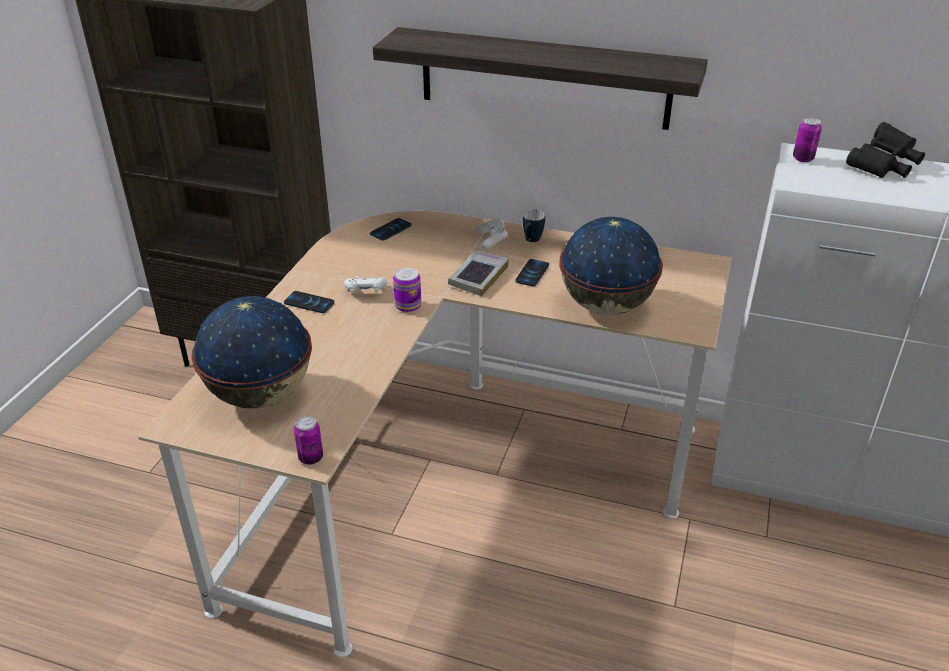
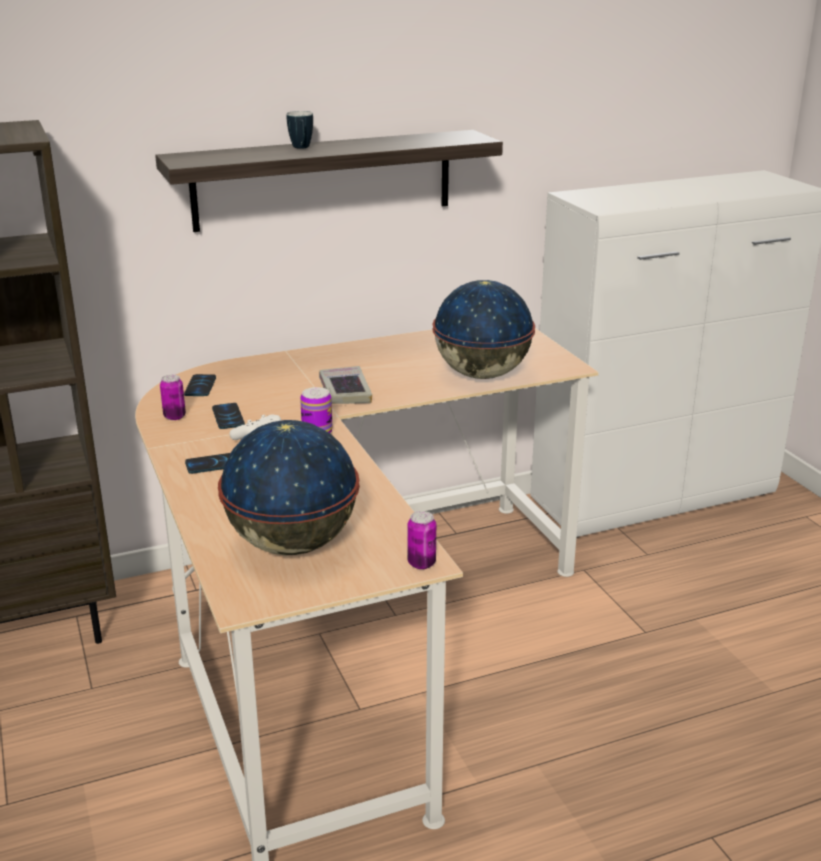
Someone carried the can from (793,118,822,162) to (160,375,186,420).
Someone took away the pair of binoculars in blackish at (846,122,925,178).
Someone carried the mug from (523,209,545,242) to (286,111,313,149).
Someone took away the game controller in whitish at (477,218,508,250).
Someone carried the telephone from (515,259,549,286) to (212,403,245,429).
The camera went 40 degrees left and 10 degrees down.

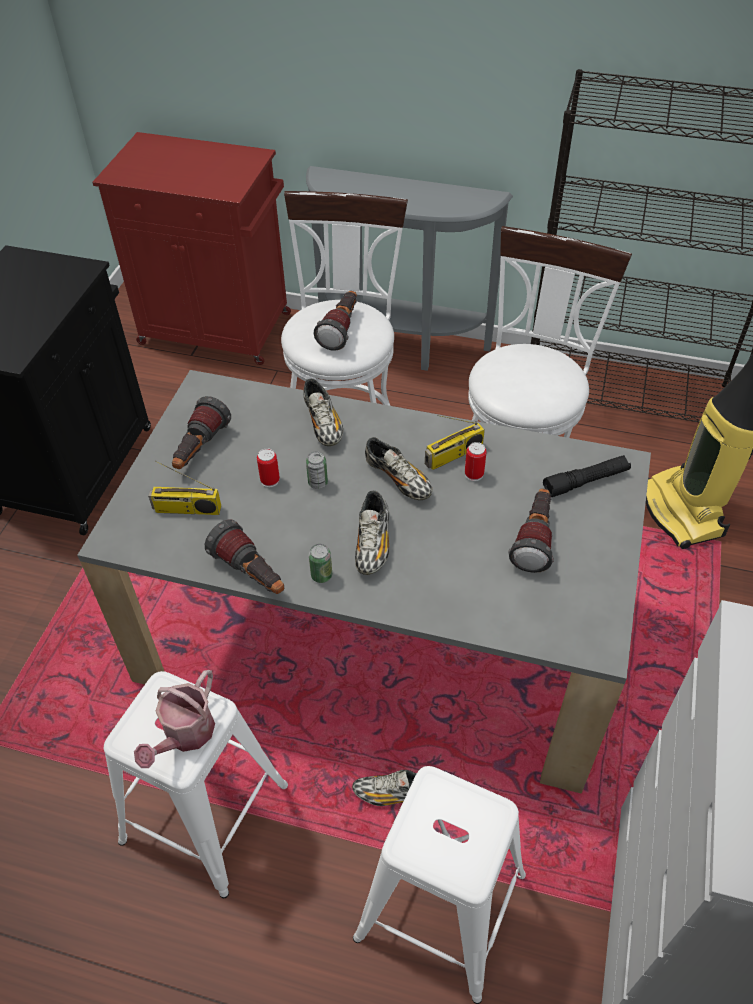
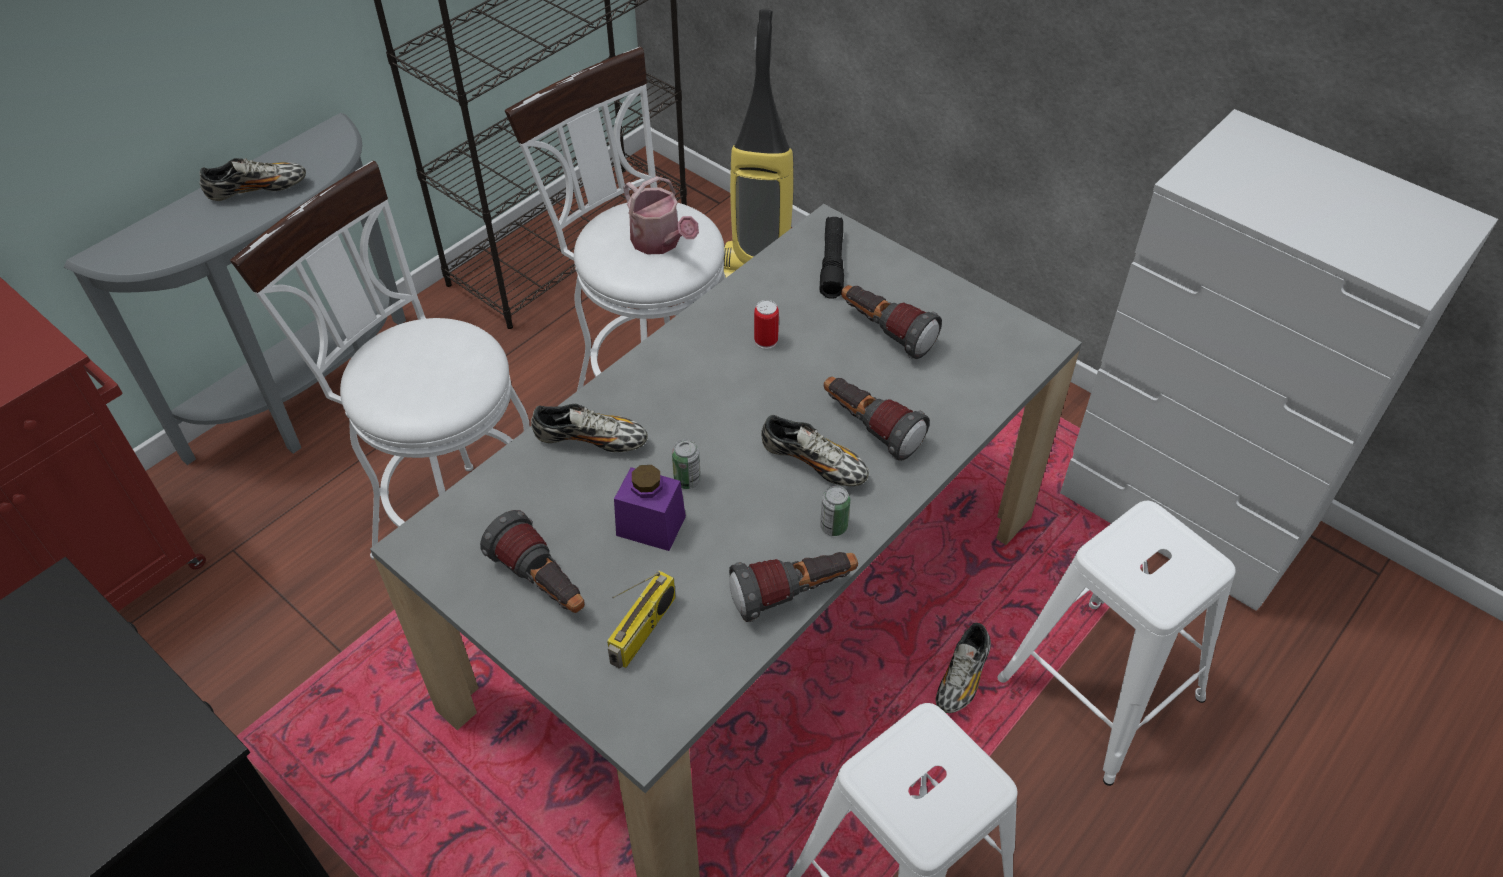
Someone carried the torch from (313,291,357,351) to (824,377,930,461).
Someone took away the radio set at (425,415,485,470).
Someone carried the shoe from (365,437,433,500) to (200,158,306,201).
Someone swapped the can at (257,448,280,487) for the jar in purple-coloured at (614,465,686,551).
Someone carried the watering can from (134,670,215,768) to (623,176,699,255).
The camera went 65 degrees left and 0 degrees up.

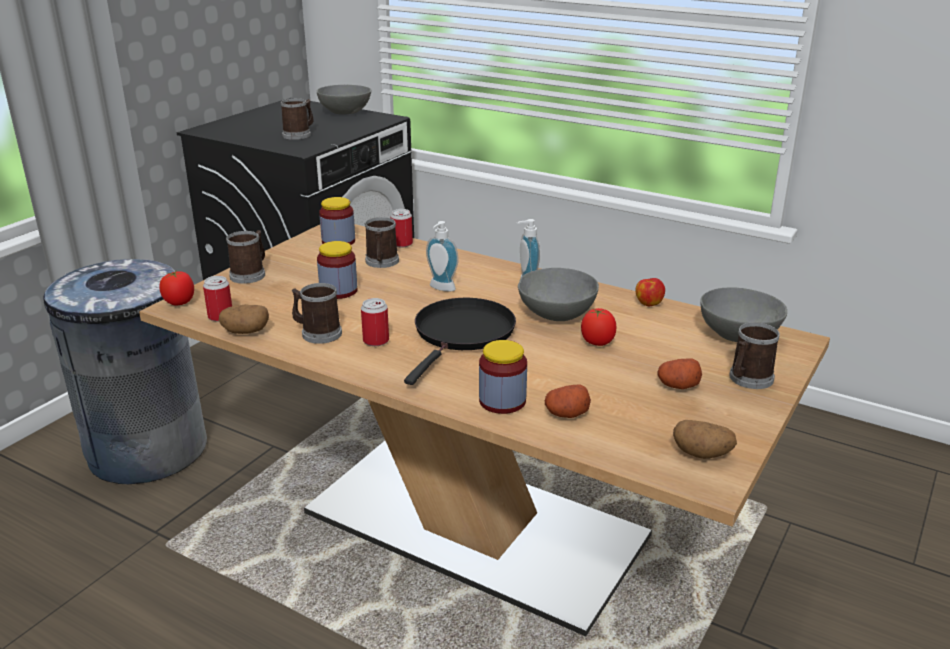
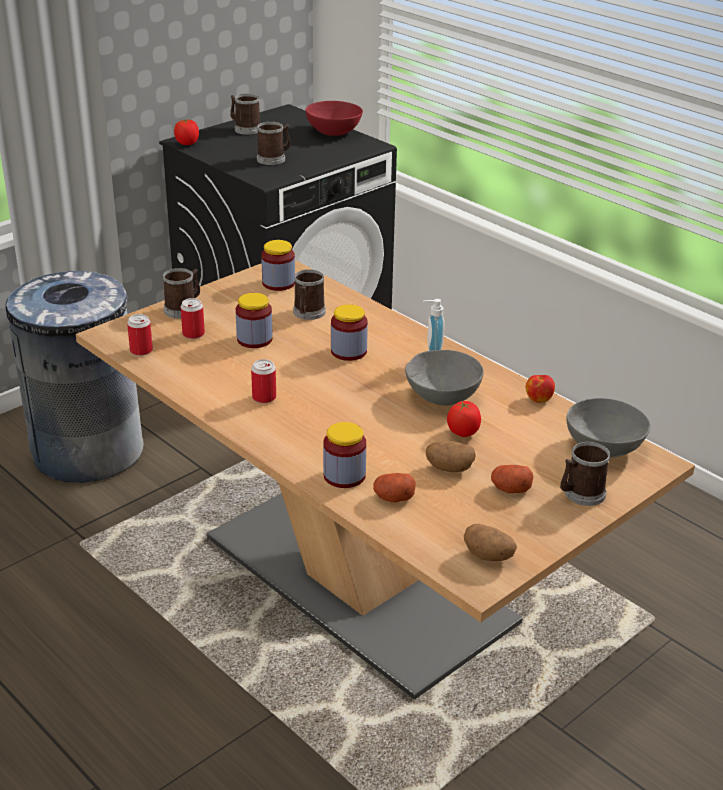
Someone repainted the bowl in gray at (317,85,371,115), which became the bowl in red-coloured at (305,101,363,136).
Someone carried the can from (391,209,413,248) to (181,298,205,339).
Someone swapped the soap bottle at (426,221,458,292) for the jar at (331,304,368,361).
Someone carried the whole tomato from (160,270,194,305) to (174,119,199,145).
Someone carried the mug from (292,283,342,344) to (230,94,260,135).
Someone took away the frying pan in blackish at (404,298,516,385).
Someone carried the spud from (219,304,269,334) to (426,441,476,472).
The camera went 15 degrees right and 5 degrees up.

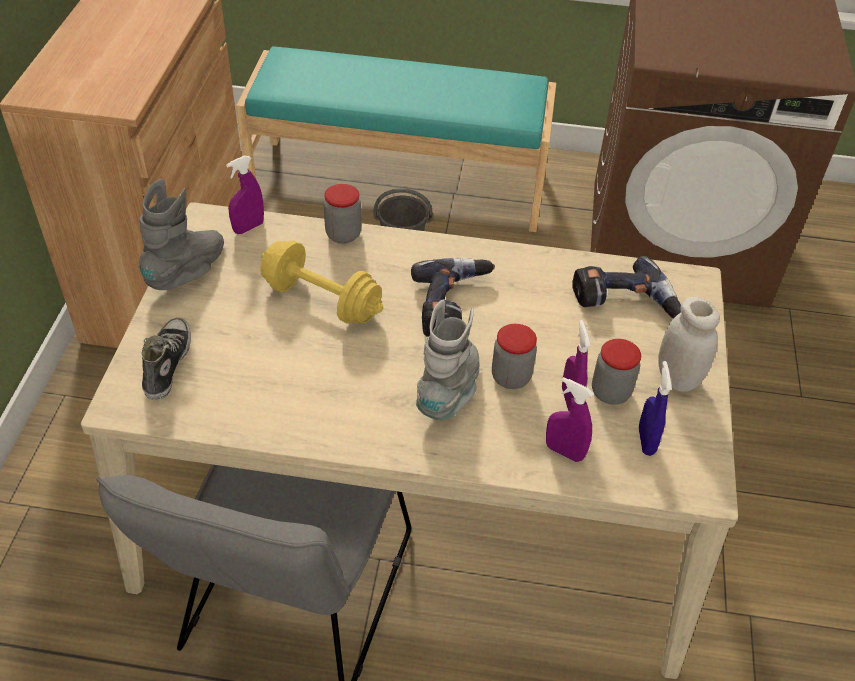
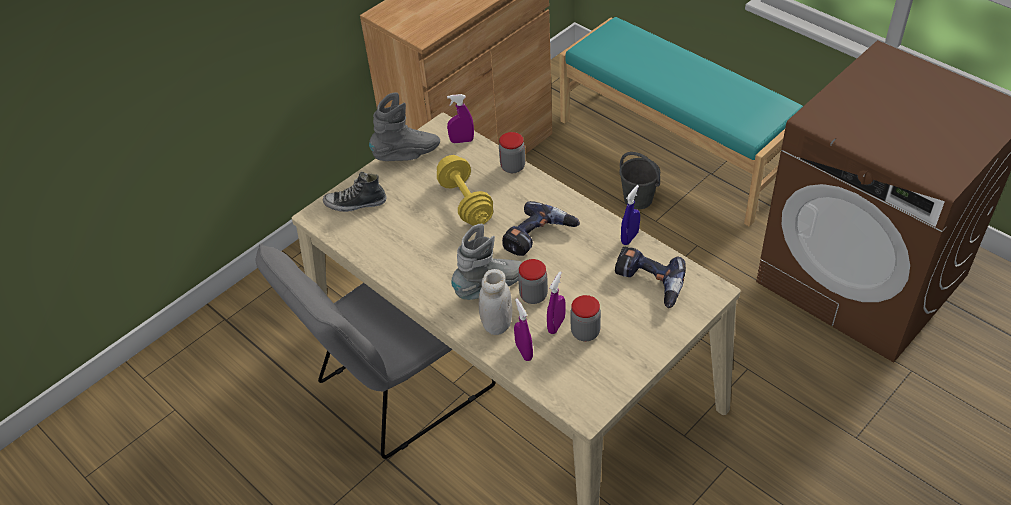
Someone carried the jar in whitish from (658,297,720,392) to (478,269,512,335).
Someone rotated the shoe at (142,318,191,400) by 135 degrees counterclockwise.
Someone carried the hand sprayer in blue-coloured from (639,361,672,456) to (621,185,640,245).
The camera went 40 degrees right and 0 degrees up.

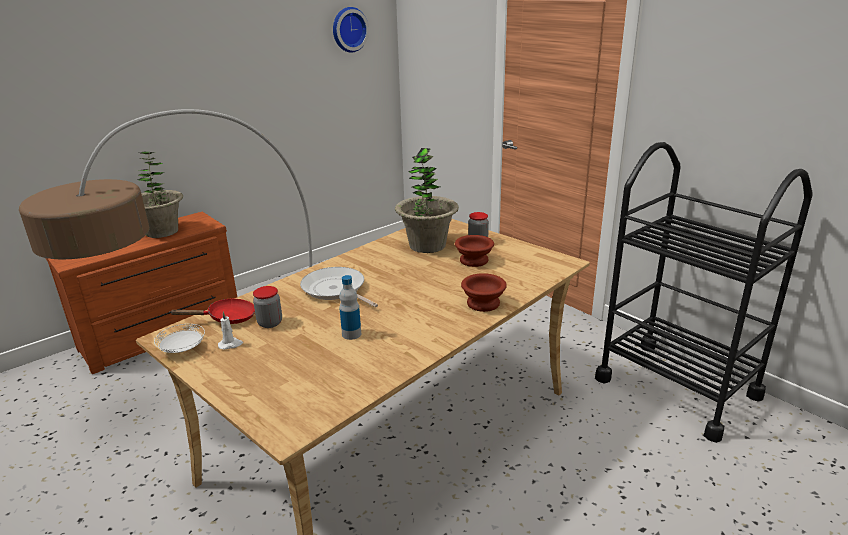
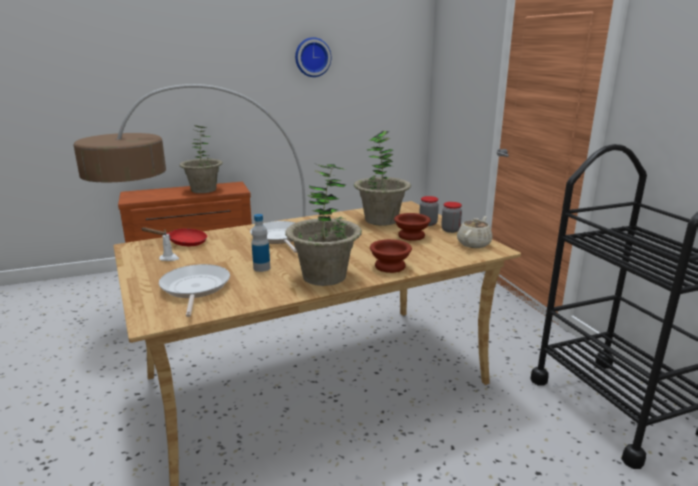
Someone carried the hanging clock from (333,7,369,53) to (295,37,331,77).
Someone carried the jar from (253,286,282,328) to (441,202,462,233).
Someone took away the flat dish in whitish at (154,324,205,353).
Someone put down the houseplant at (285,164,362,286).
Someone put down the pot for tea in beige at (457,216,493,248).
Someone put down the frying pan at (159,264,230,317).
The camera went 20 degrees right and 5 degrees down.

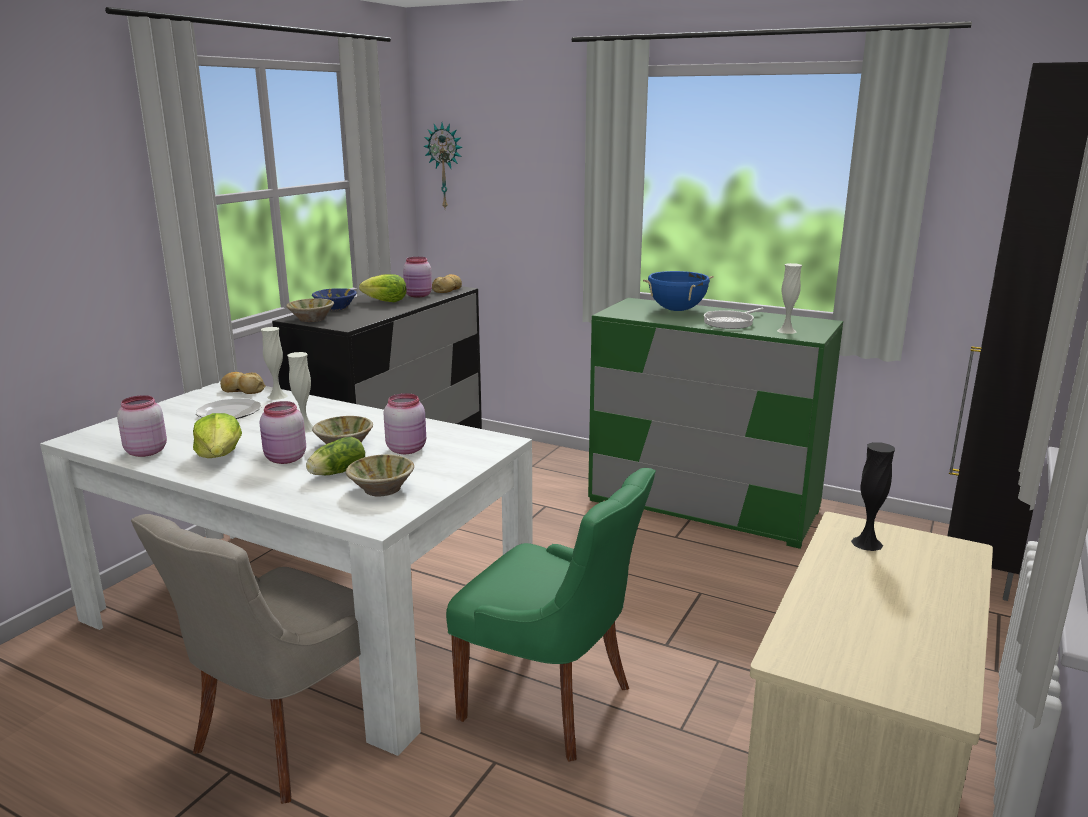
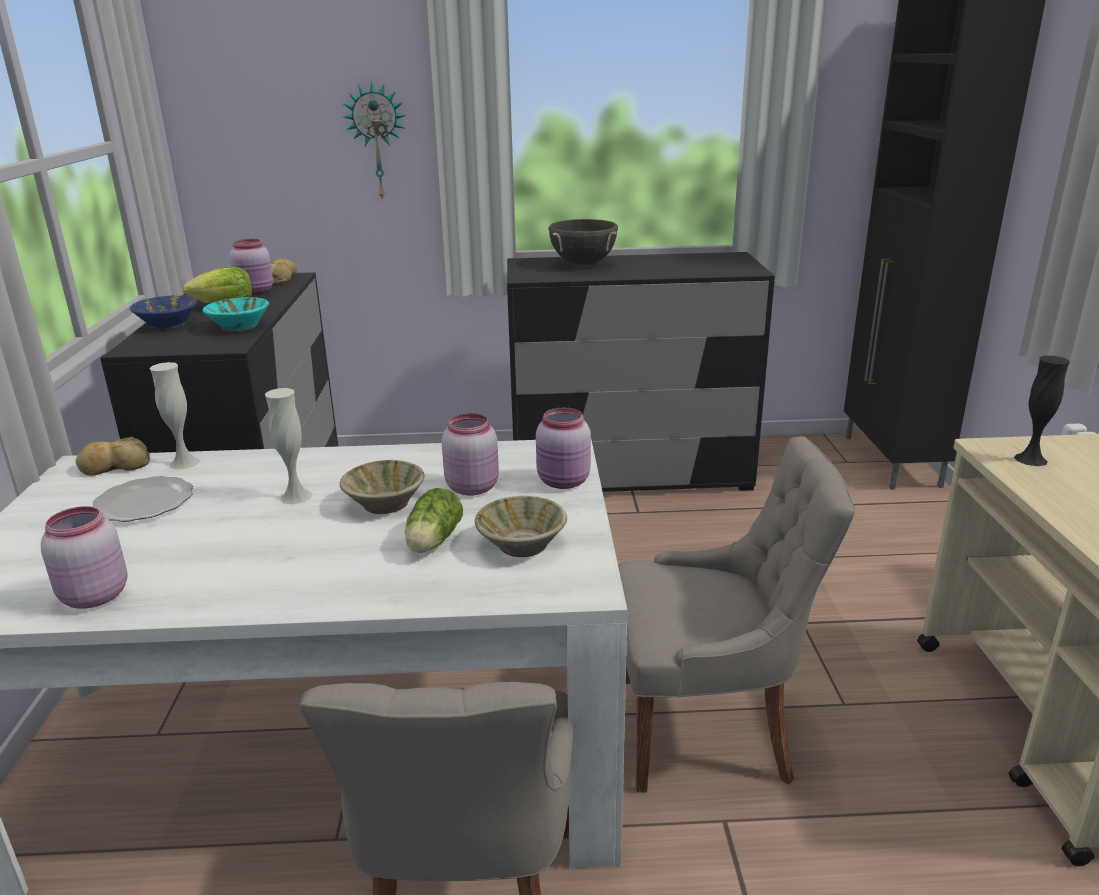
Someone carried the hanging clock from (423,123,463,208) to (344,82,406,201).
Someone took away the decorative vase in whitish at (777,263,802,334).
Someone repainted the stockpot in blue-coloured at (643,271,714,311), which became the stockpot in blackish at (548,219,618,265).
Someone took away the bowl in beige at (286,298,334,322).
Someone repainted the dresser in green at (588,298,843,549), which became the dresser in blackish at (507,252,775,492).
Someone took away the frying pan at (704,308,764,329).
Someone carried the jar in pink from (260,401,306,464) to (536,408,591,489).
Someone took away the lettuce at (193,413,242,458).
Someone repainted the plain chair in green at (446,468,656,761), which became the plain chair in gray at (618,436,855,793).
Someone put down the bowl in turquoise-coloured at (203,297,269,332).
The camera went 30 degrees left and 5 degrees up.

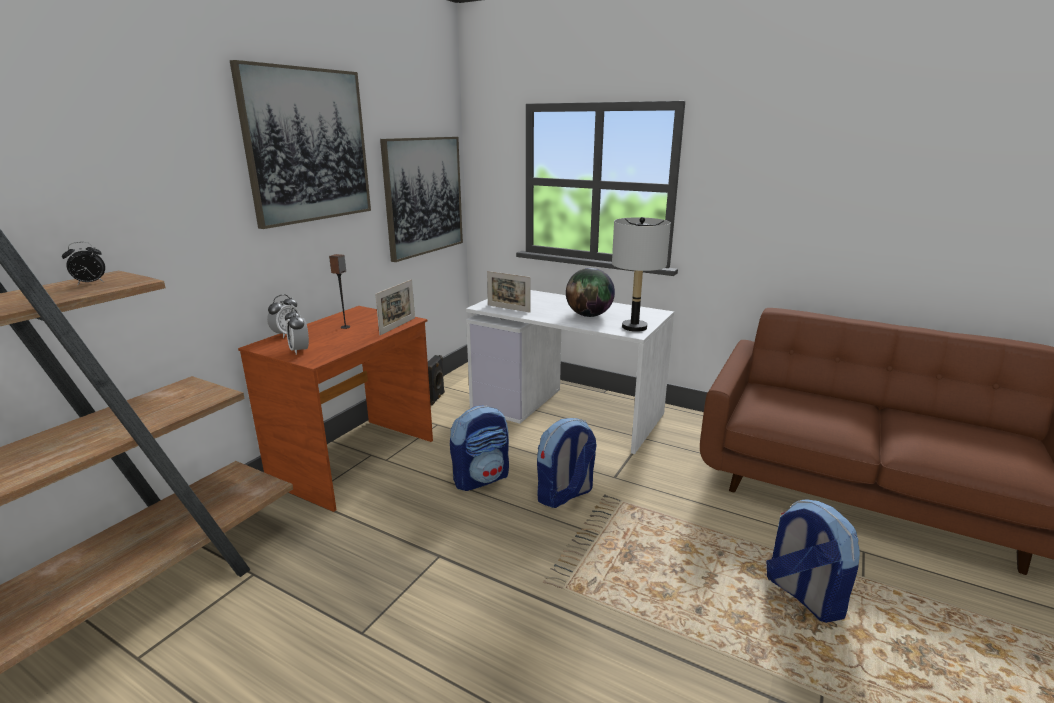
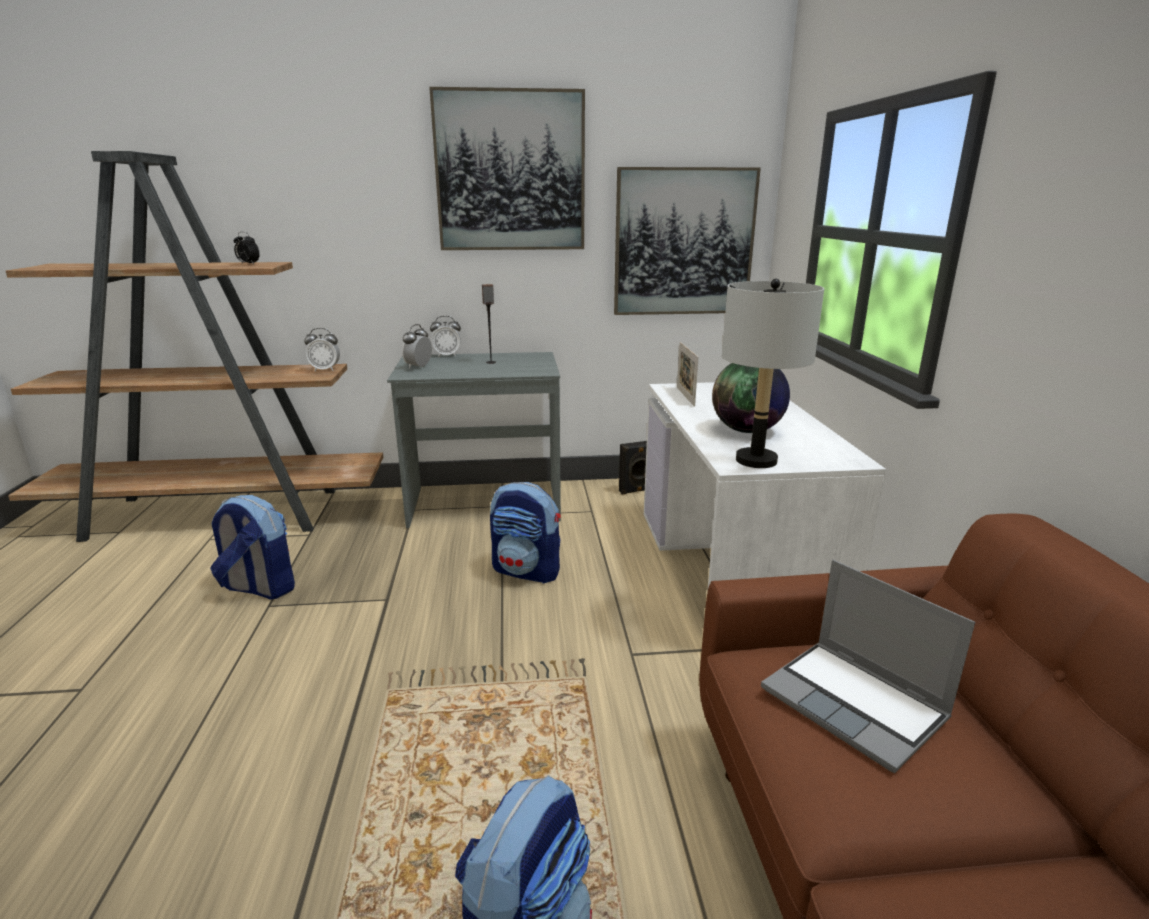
Someone took away the picture frame at (375,279,415,335).
Someone repainted the desk in brown-coloured at (238,306,433,512), which became the desk in gray at (387,352,561,528).
Someone carried the rucksack from (537,418,597,508) to (210,495,295,599).
Someone put down the bedside clock at (304,328,340,371).
Someone put down the notebook computer at (761,560,975,773).
The camera went 55 degrees right and 0 degrees up.

